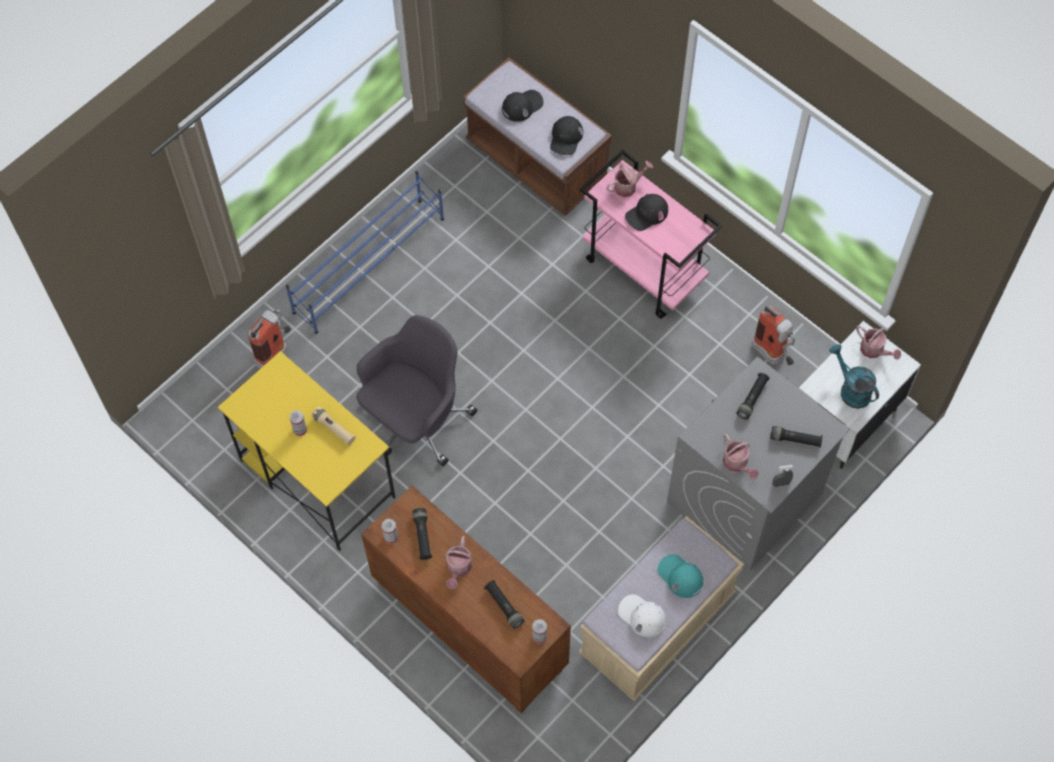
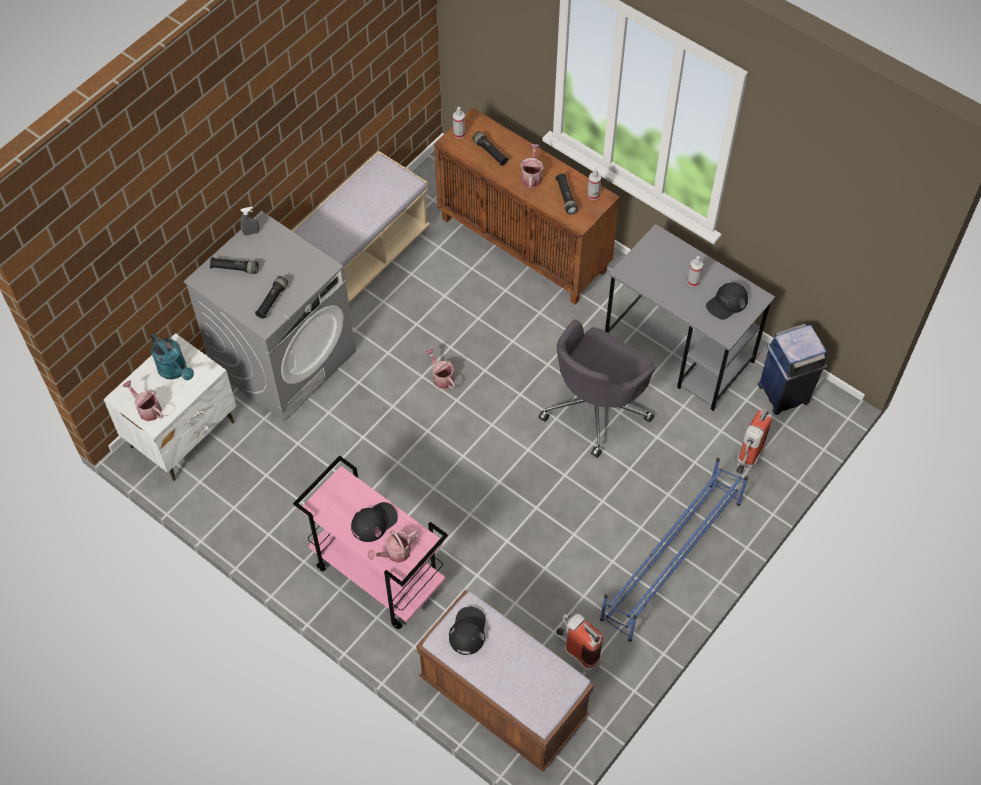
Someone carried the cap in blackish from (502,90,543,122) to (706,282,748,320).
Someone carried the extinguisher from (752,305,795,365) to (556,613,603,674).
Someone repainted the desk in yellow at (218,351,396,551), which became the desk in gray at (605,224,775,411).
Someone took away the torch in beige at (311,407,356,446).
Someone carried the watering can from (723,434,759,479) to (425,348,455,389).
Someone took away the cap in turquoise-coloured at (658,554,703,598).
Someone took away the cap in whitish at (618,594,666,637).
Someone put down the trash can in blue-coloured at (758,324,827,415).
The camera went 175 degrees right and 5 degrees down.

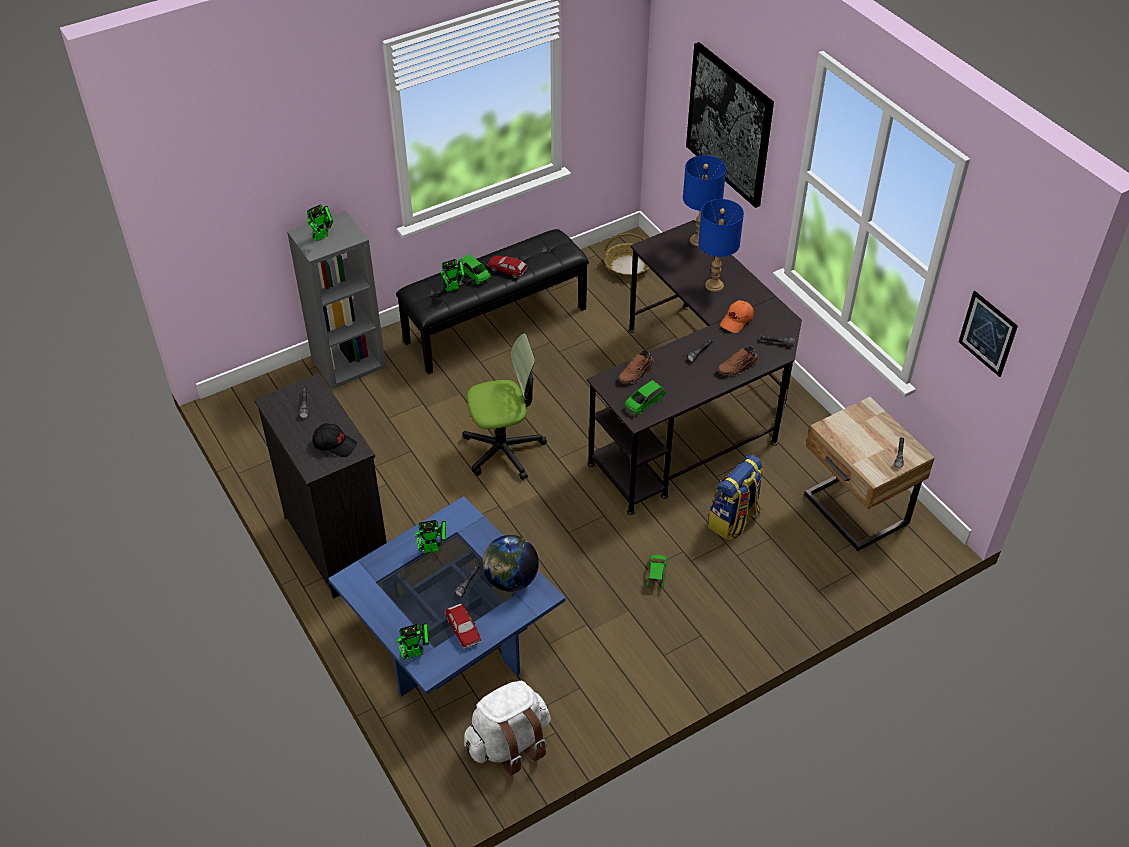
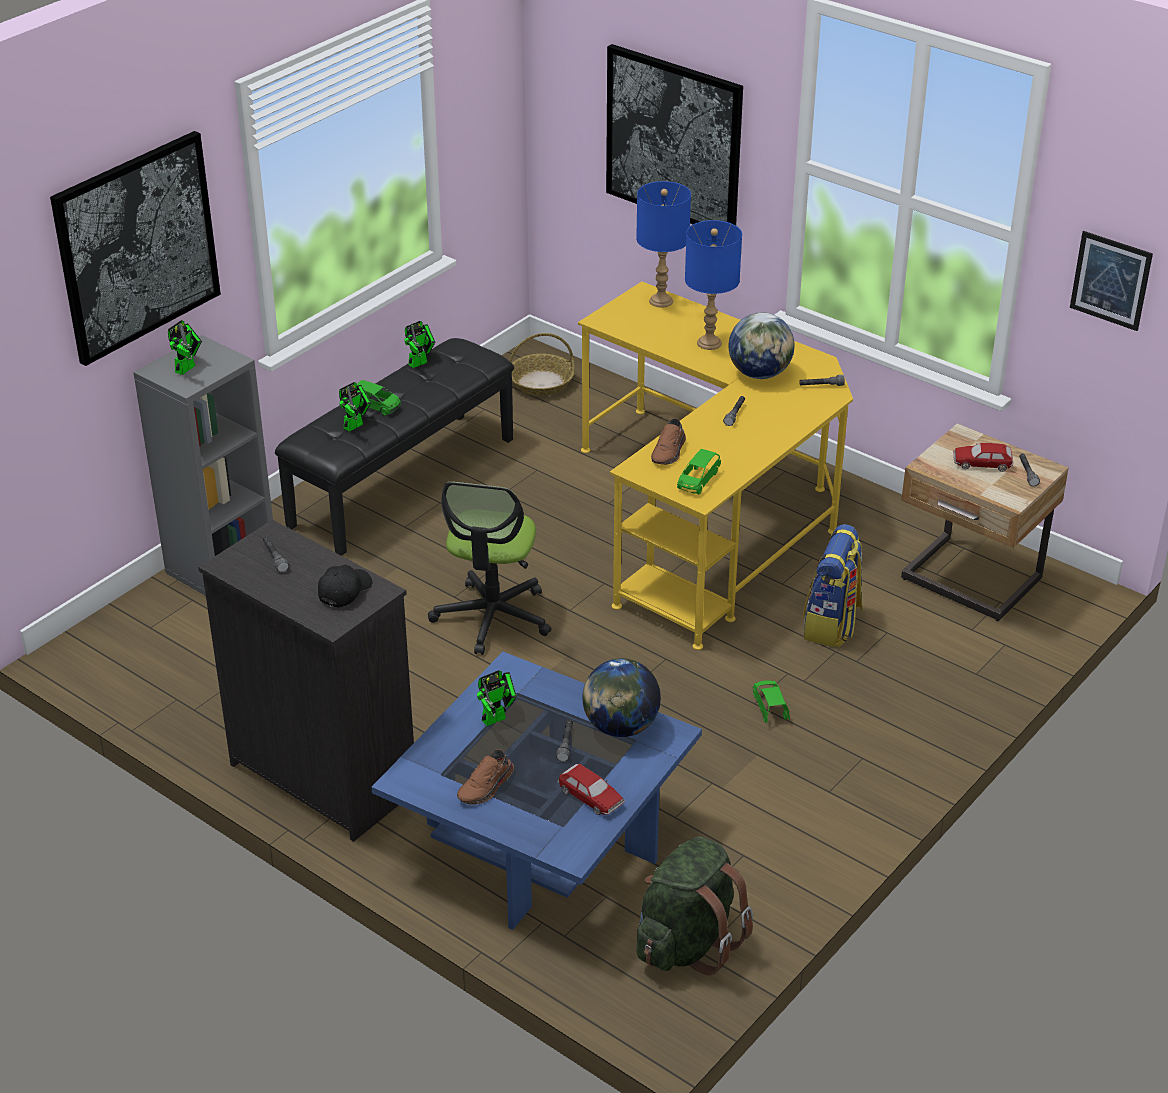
Someone repainted the desk in blackish at (587,220,802,515), which became the desk in yellow at (578,282,853,650).
Someone carried the model car from (487,255,528,278) to (953,443,1013,472).
Someone swapped the cap in orange at (720,300,754,333) for the globe at (729,312,795,379).
Someone rotated the computer chair at (462,333,547,480) by 135 degrees clockwise.
Someone carried the shoe in brown-coloured from (718,346,759,376) to (457,749,514,805).
Someone rotated the cap in blackish at (312,423,357,457) by 60 degrees counterclockwise.
Someone carried the robot figure from (396,623,429,660) to (405,321,435,368).
Someone repainted the rucksack in whitish at (464,681,551,775), which became the rucksack in green at (636,837,753,975).
Someone put up the wall art at (50,131,221,366).
The camera went 20 degrees left and 10 degrees down.

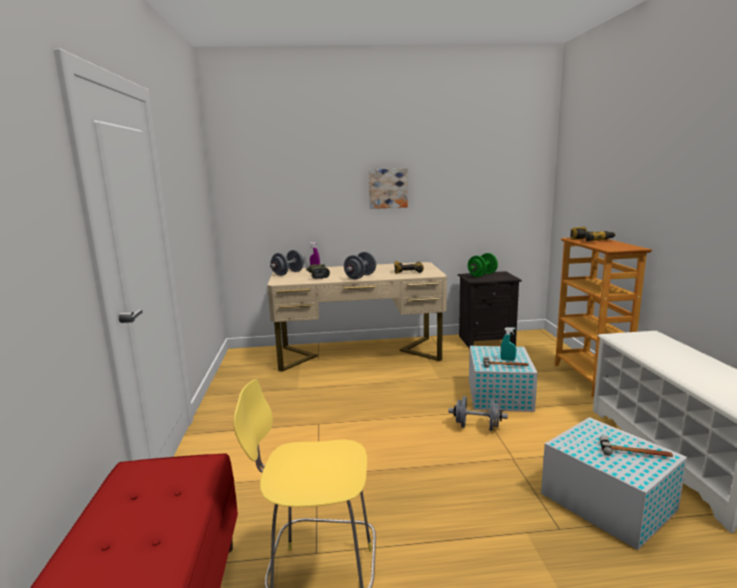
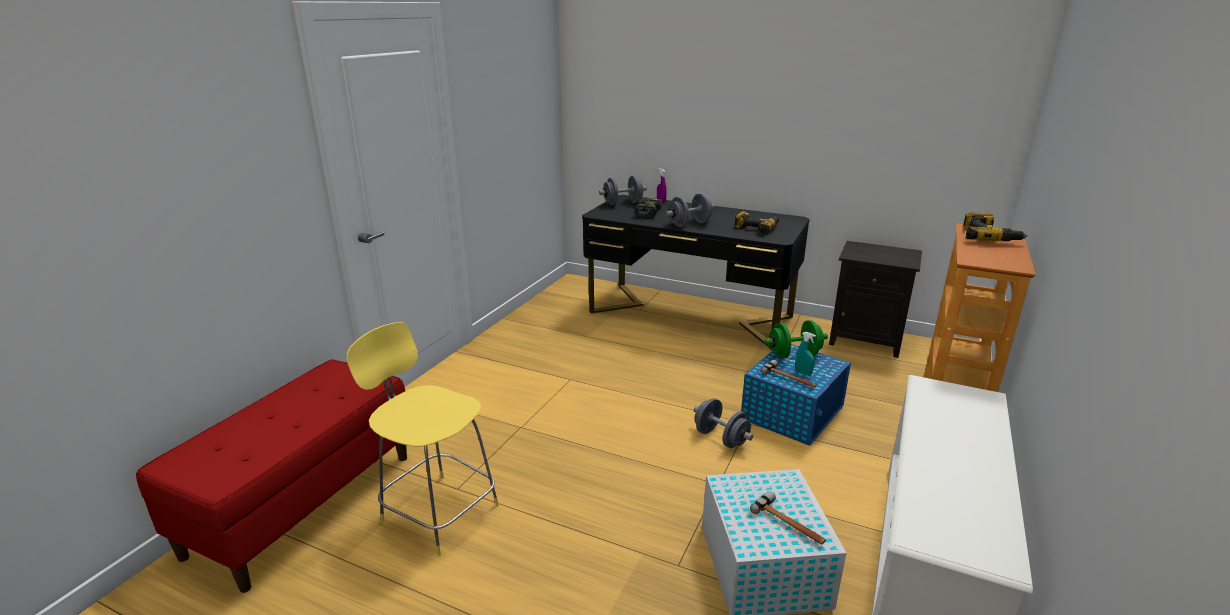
Someone took away the wall art at (369,168,408,209).
Someone carried the free weight in green from (468,253,498,277) to (764,320,828,358).
Someone repainted the desk in beige at (267,262,447,372), which became the desk in blackish at (582,195,809,349).
Someone repainted the storage container in whitish at (469,346,538,412), which became the storage container in blue-coloured at (741,344,851,446).
The camera went 30 degrees right and 10 degrees up.

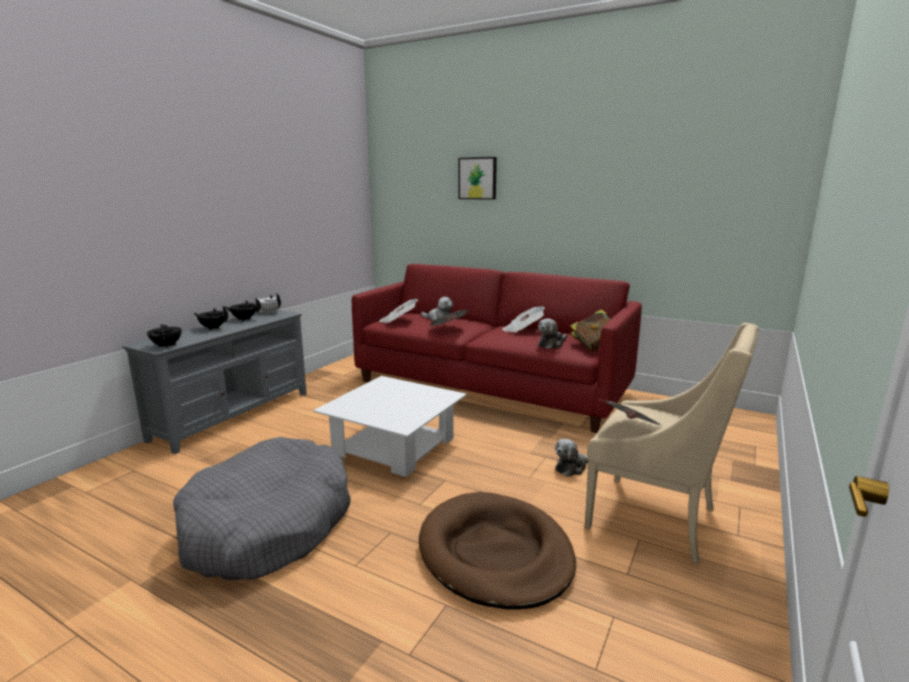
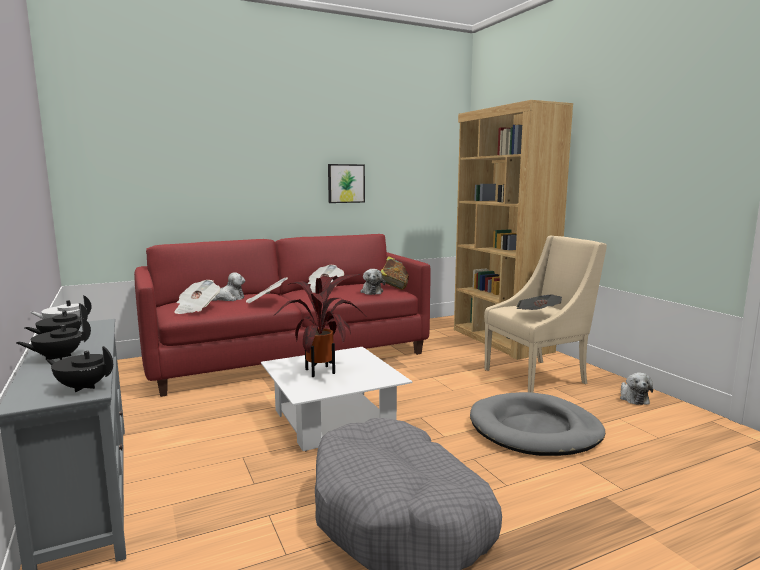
Someone carried the wall art from (459,157,497,200) to (328,164,365,203).
Someone carried the plush toy from (555,439,588,477) to (620,372,653,405).
Someone repainted the pet bed in brown-coloured at (419,492,576,610), which became the pet bed in gray at (470,392,605,456).
Someone put down the bookcase in brown-coloured at (454,100,573,360).
Someone put down the houseplant at (275,274,366,377).
The camera went 55 degrees left and 5 degrees down.

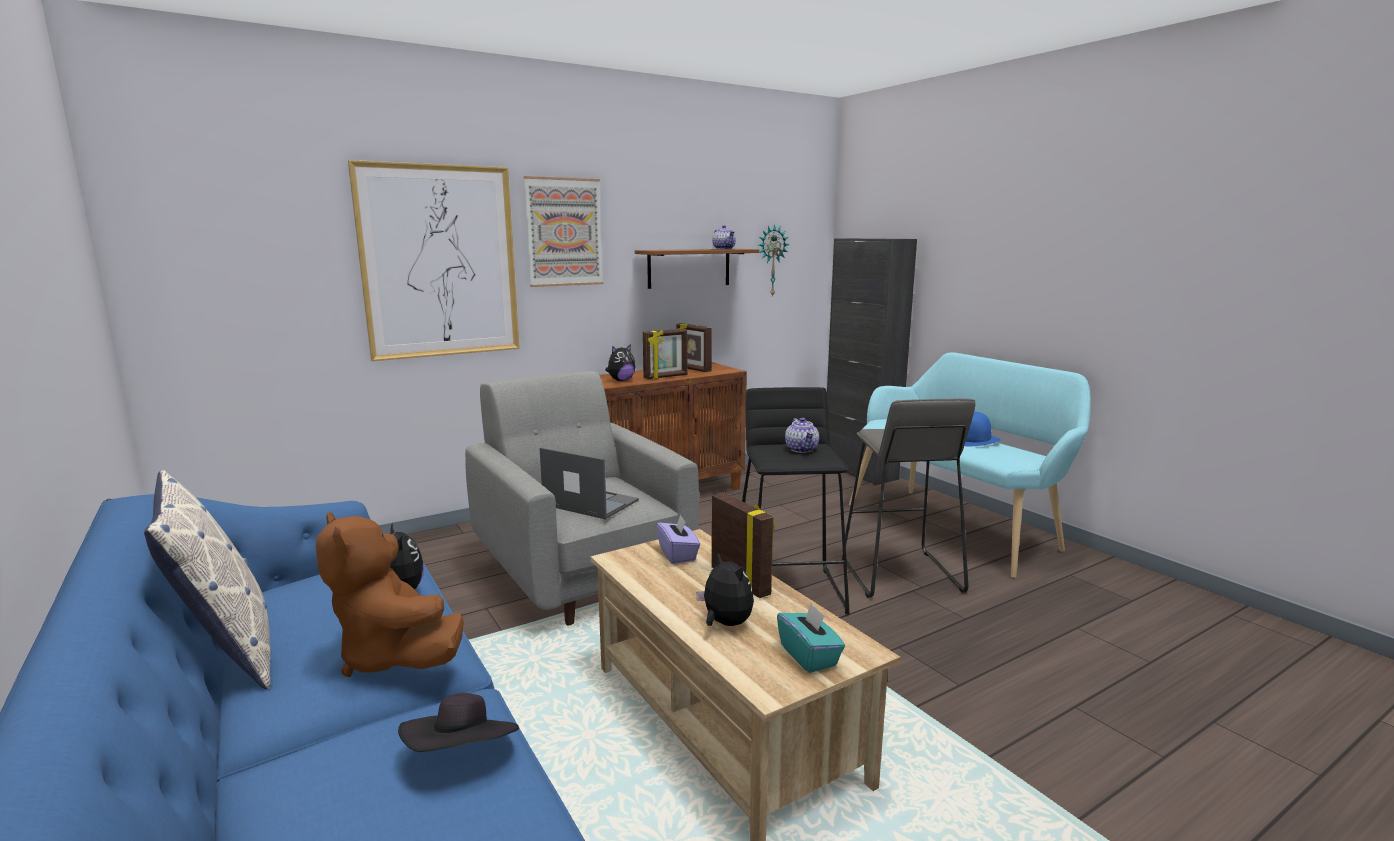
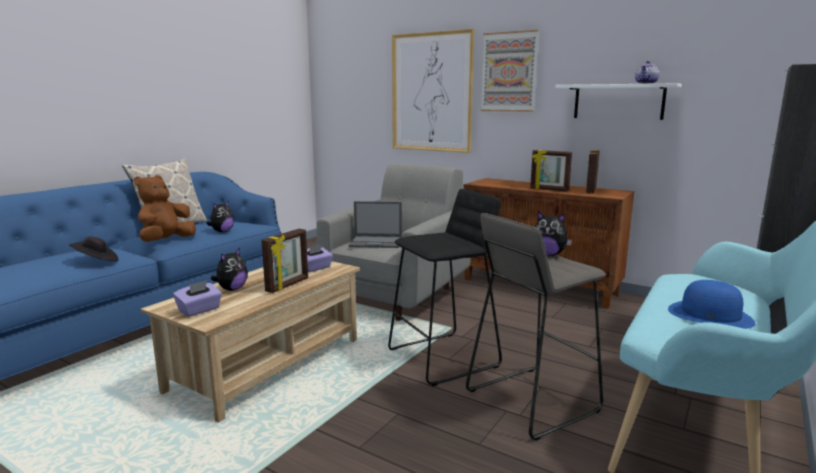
Someone took away the hanging clock at (759,224,789,297).
Someone repainted the shelf in brown-coloured at (635,249,759,289), which became the shelf in whitish at (555,83,682,120).
Someone carried the plush toy from (606,344,636,381) to (535,211,572,256).
Someone took away the pot for tea at (785,417,819,453).
Someone rotated the notebook computer at (540,447,639,519) by 90 degrees clockwise.
Someone repainted the tissue box in turquoise-coloured at (777,603,845,673), which became the tissue box in purple-coloured at (173,280,222,317).
The camera went 65 degrees right and 0 degrees up.

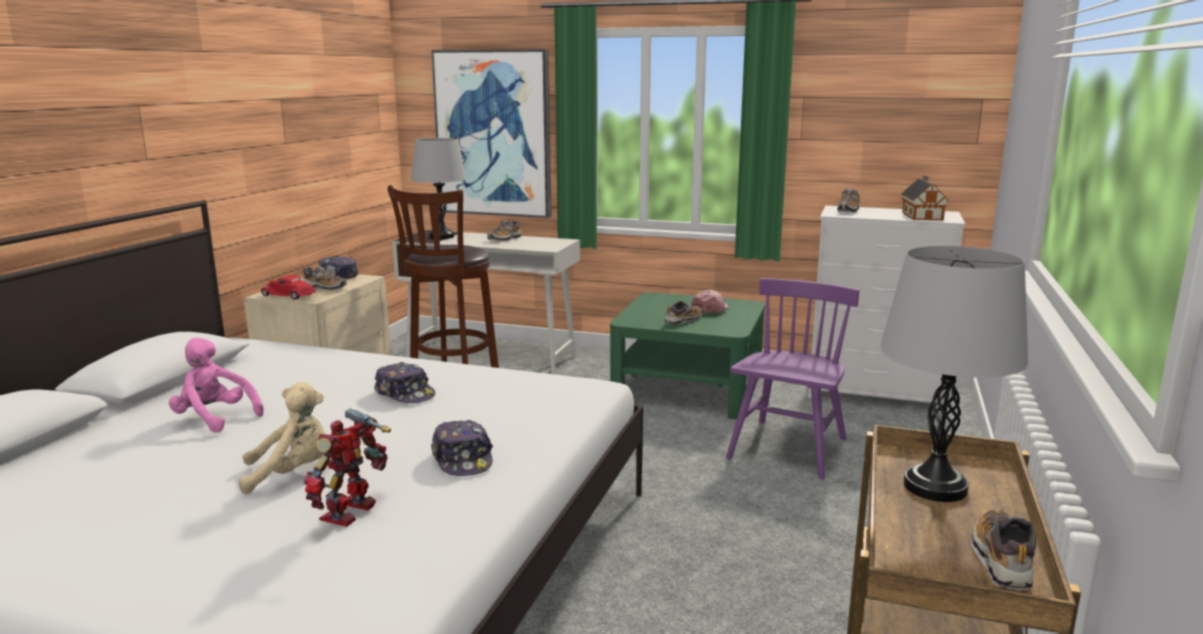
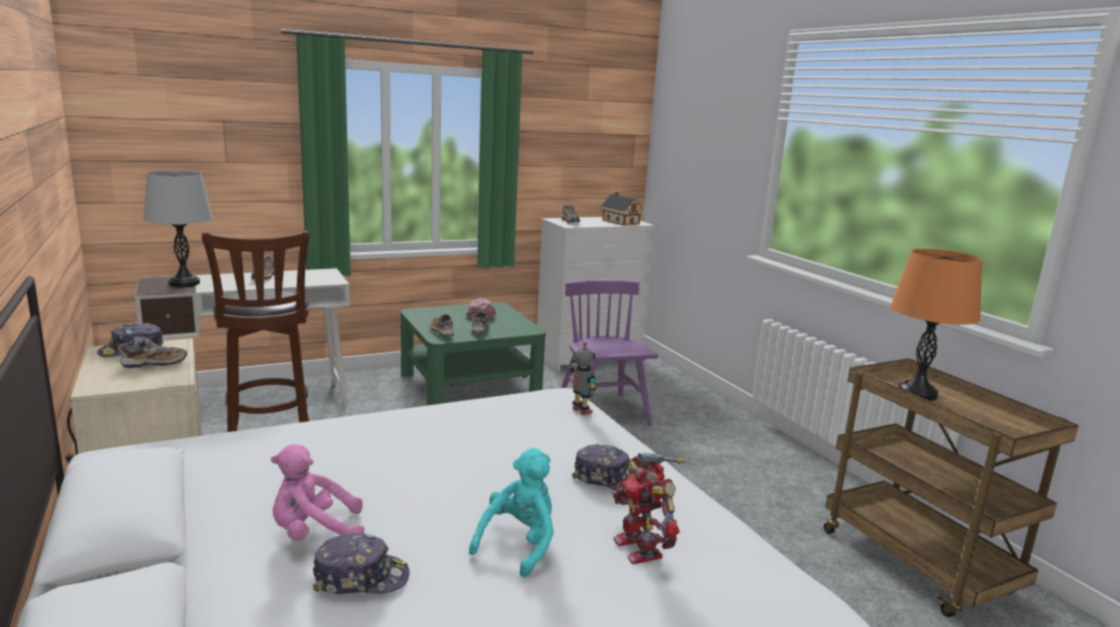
Someone took away the wall art at (431,49,552,218).
Someone repainted the tabletop lamp in gray at (880,246,1029,502), which became the tabletop lamp in orange at (890,249,982,401).
Someone took away the model car in red-coloured at (261,275,317,300).
Someone carried the cap from (374,362,435,403) to (313,533,409,594).
Someone repainted the plush toy in beige at (239,382,326,494), which became the plush toy in turquoise-coloured at (469,448,554,578).
Someone carried the shoe from (972,509,1036,590) to (430,314,454,337).
Someone put down the robot figure at (570,342,596,415).
The camera went 45 degrees left and 0 degrees up.

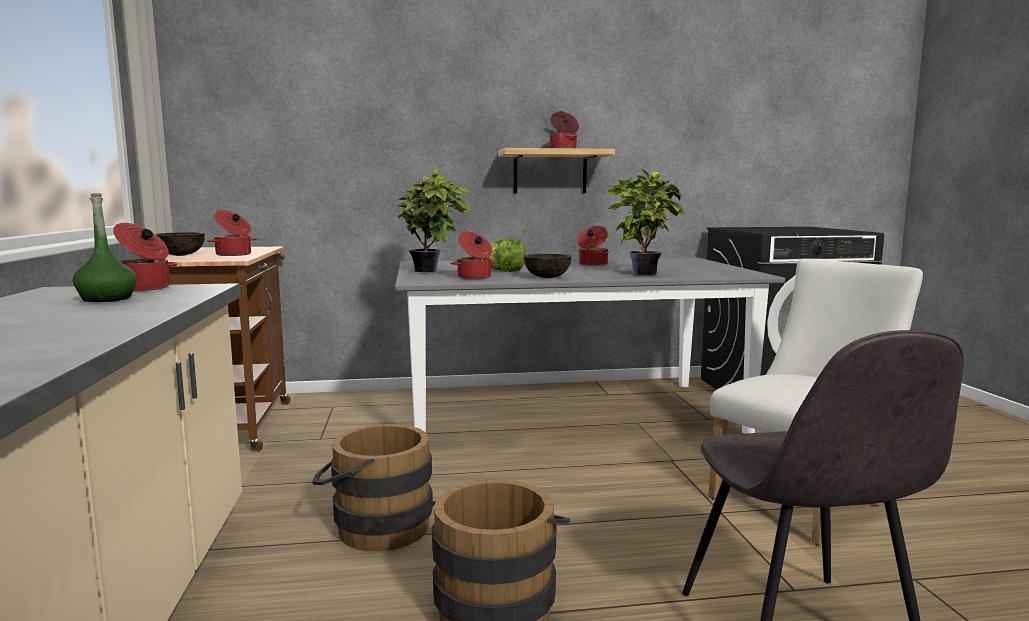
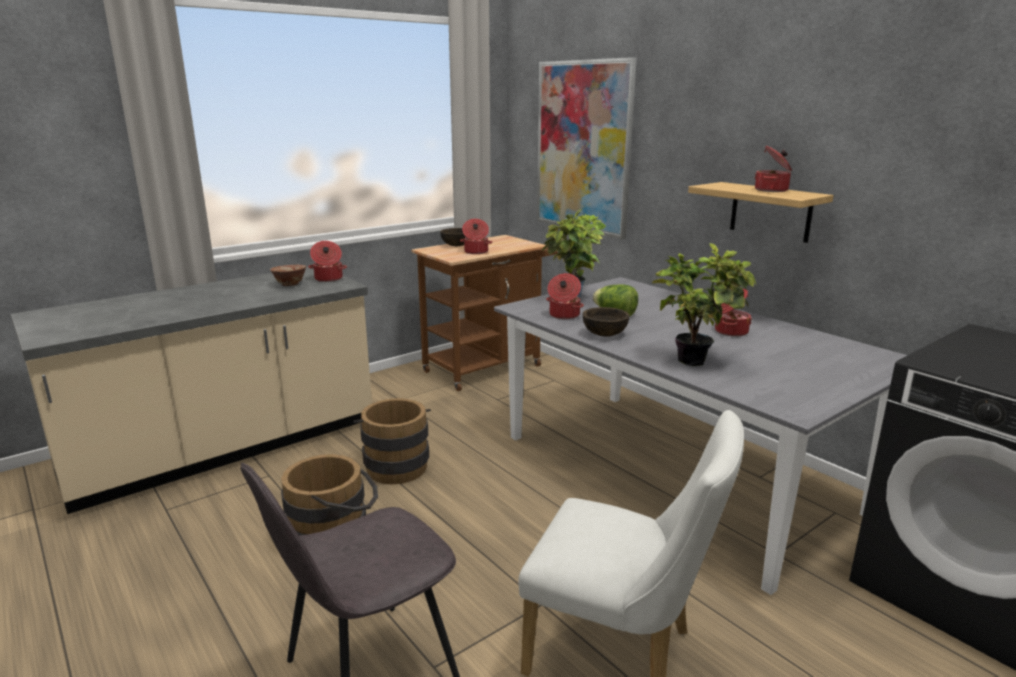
Someone swapped the beverage bottle in green at (73,193,137,302) for the bowl at (270,265,306,286).
Someone put up the wall art at (537,57,637,240).
The camera went 60 degrees right and 10 degrees up.

